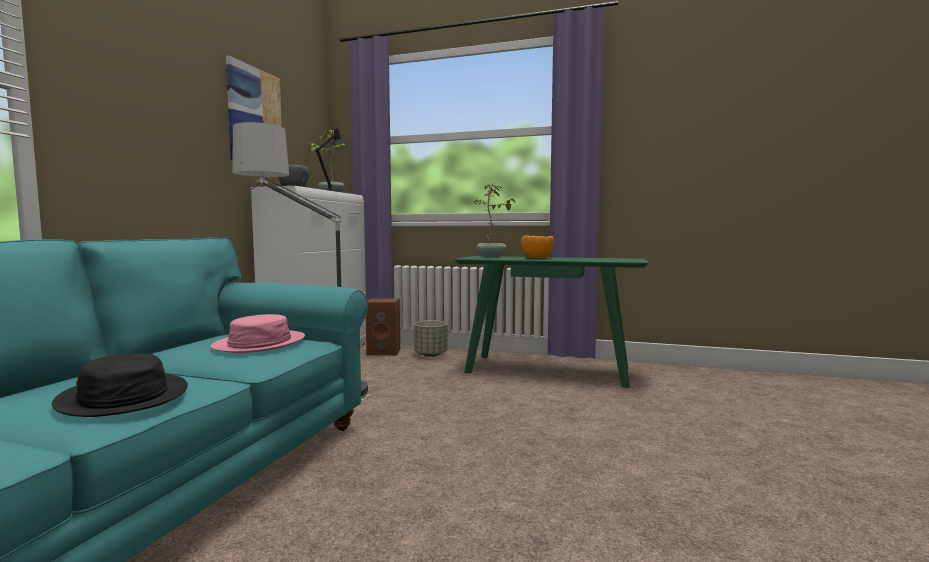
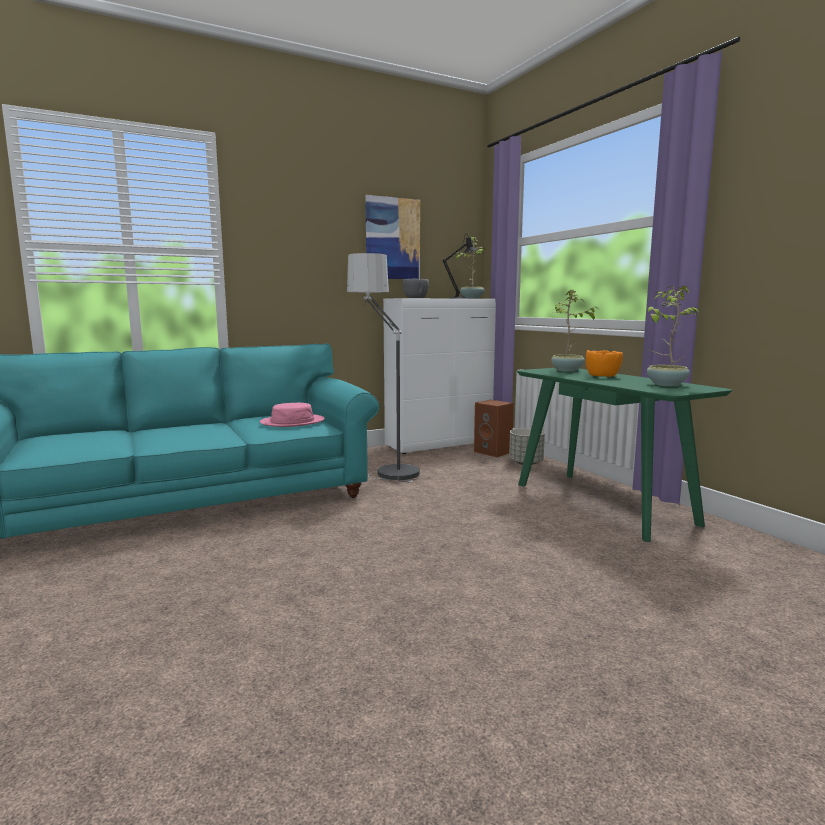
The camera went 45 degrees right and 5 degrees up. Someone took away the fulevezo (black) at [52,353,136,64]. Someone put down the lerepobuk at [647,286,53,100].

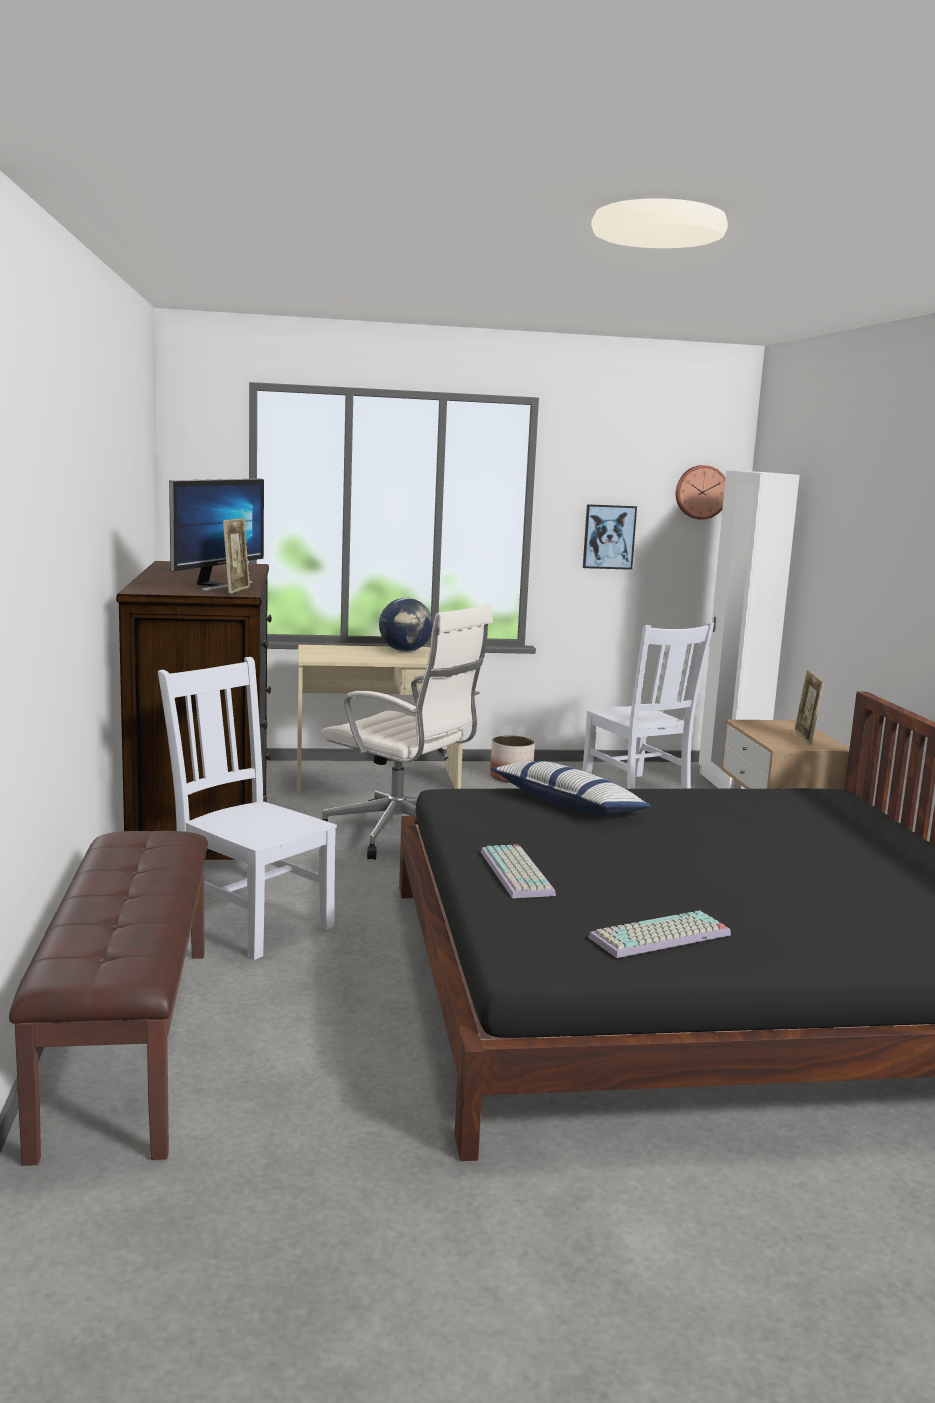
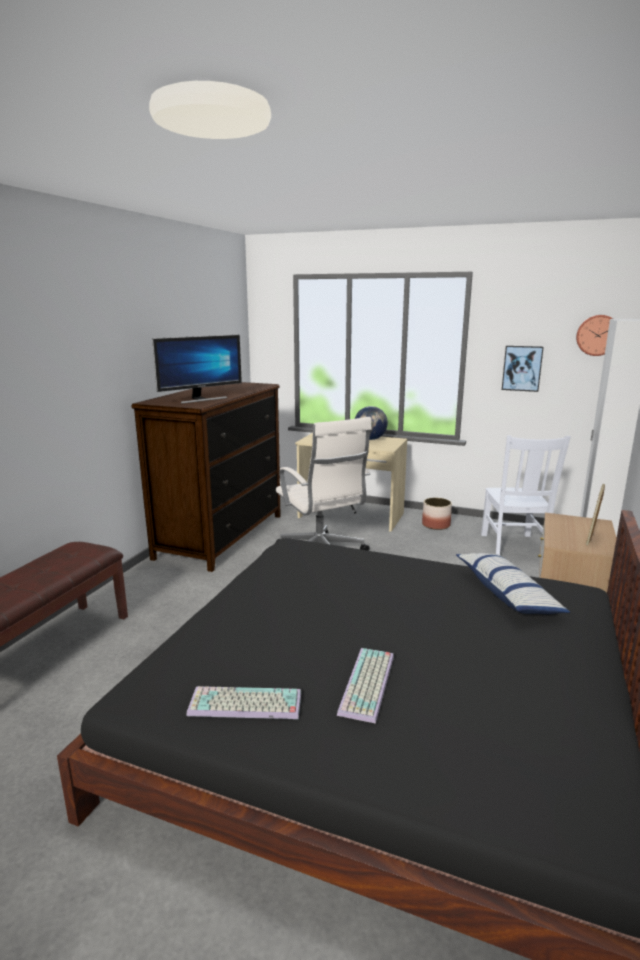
The camera went 30 degrees right and 5 degrees up. Someone took away the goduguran at [223,518,27,76]. Someone took away the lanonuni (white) at [158,657,179,303]. Someone carried the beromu from [491,761,160,55] to [456,553,114,61]. Someone carried the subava from [481,844,75,54] to [337,648,57,76].

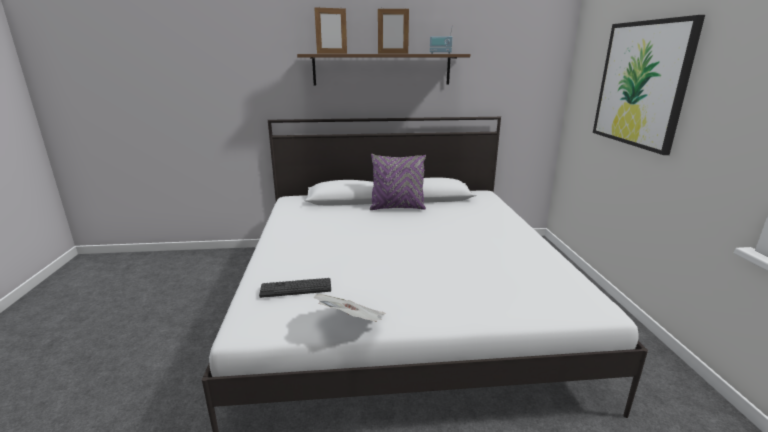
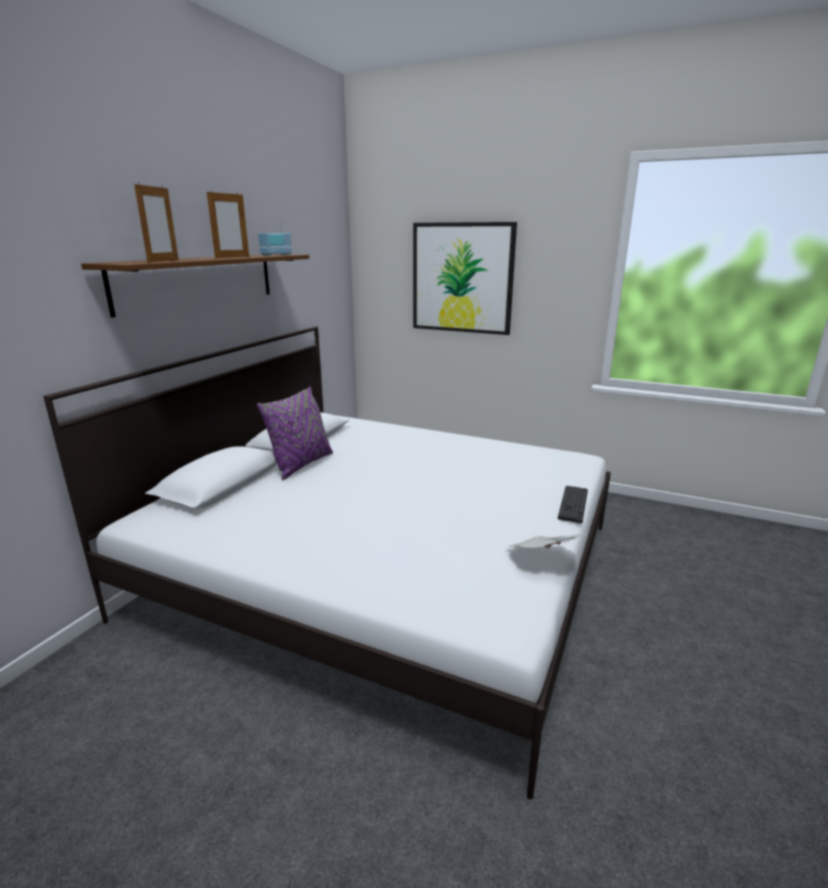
The camera went 60 degrees left and 0 degrees up. Someone carried the subava from [259,278,72,20] to [558,486,30,37].

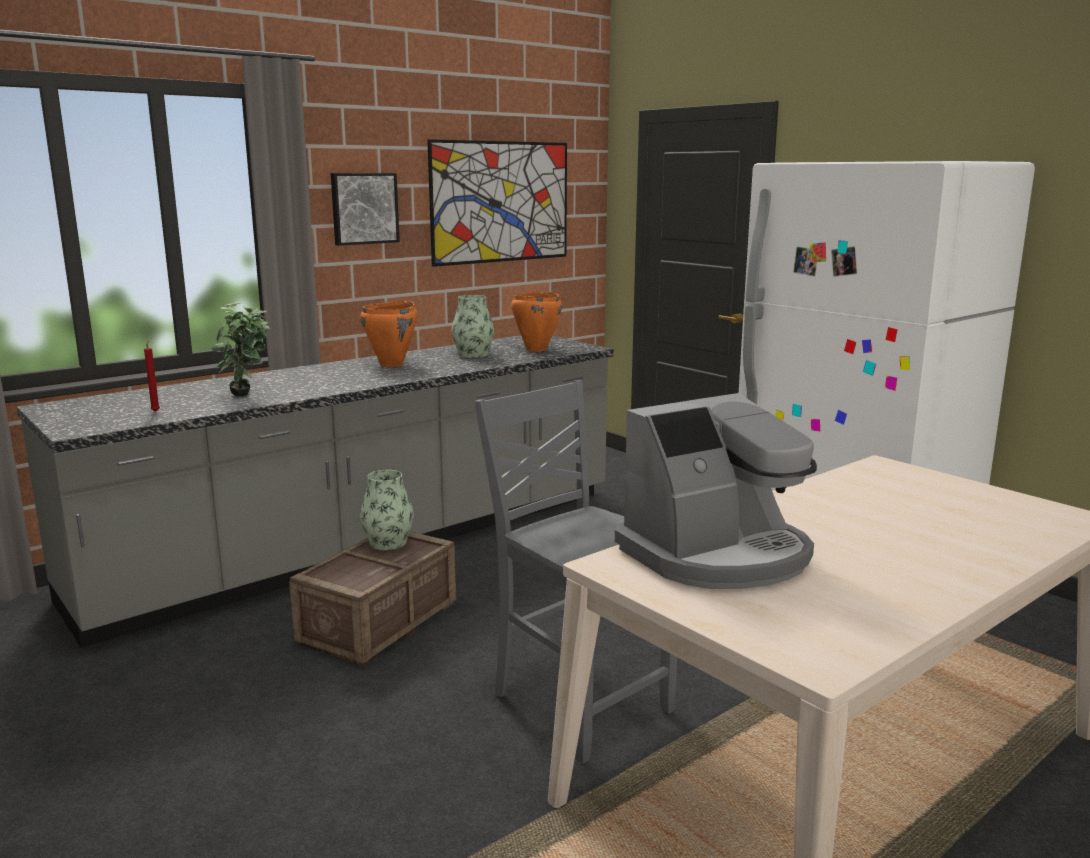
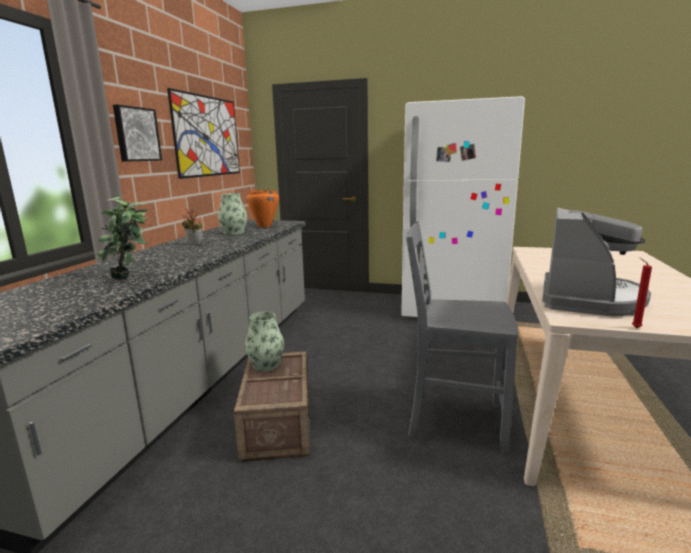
The camera went 35 degrees left and 0 degrees up. Someone swapped the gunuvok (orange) at [360,301,58,66] for the lerepobuk at [182,209,20,36]. Someone carried the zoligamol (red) from [144,340,16,72] to [632,258,20,70].

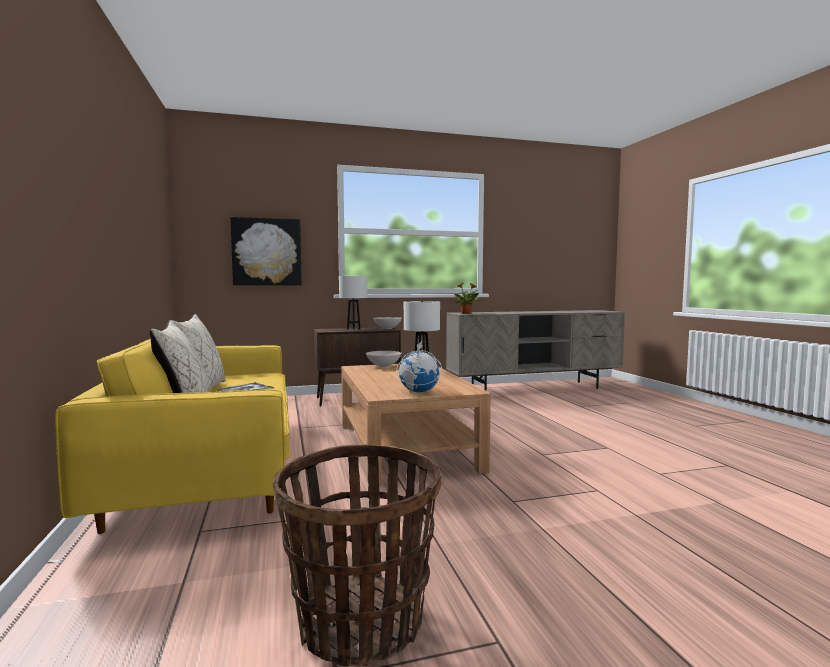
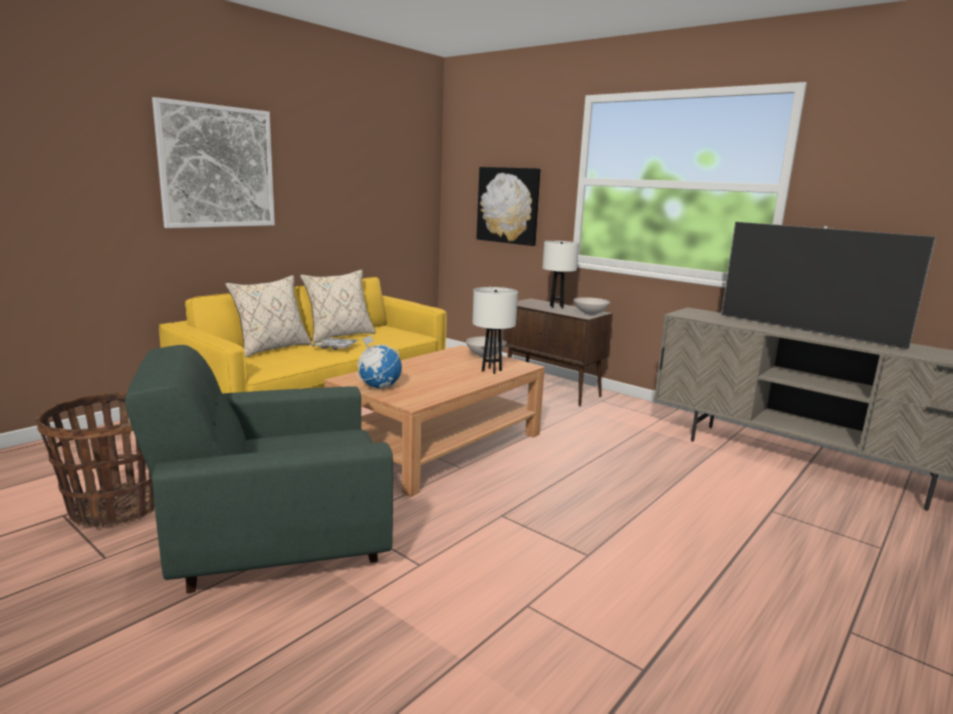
The camera went 55 degrees right and 10 degrees up. Someone took away the lerepobuk at [455,282,24,32]. Someone put up the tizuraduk at [152,97,123,131]. Someone put down the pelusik at [721,222,215,127]. Someone put down the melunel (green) at [125,345,268,249].

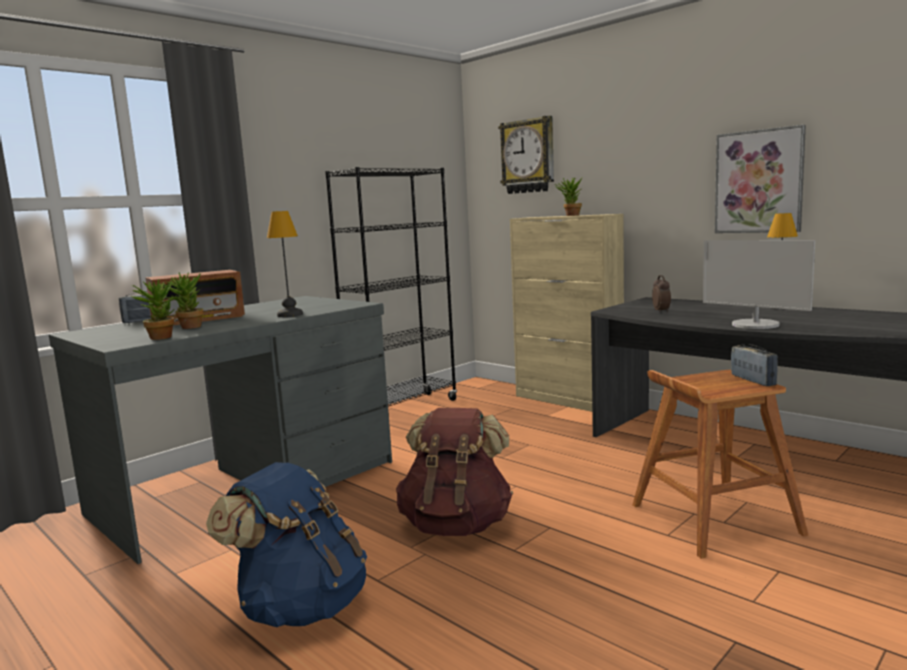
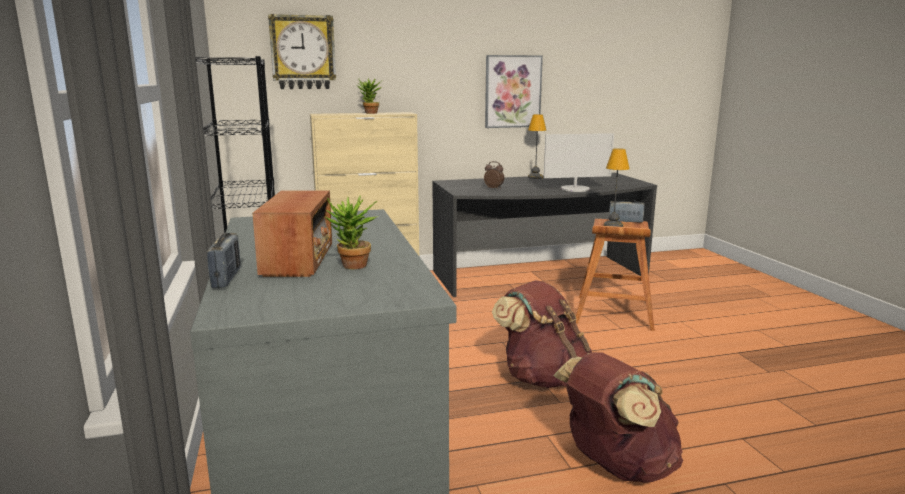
The camera went 60 degrees left and 5 degrees up. Someone carried the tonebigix from [267,211,36,106] to [604,148,26,79]. Someone took away the lerepobuk at [130,278,47,62]. Someone repainted the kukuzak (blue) at [206,462,161,165], which became the kukuzak (brown) at [553,352,130,131].

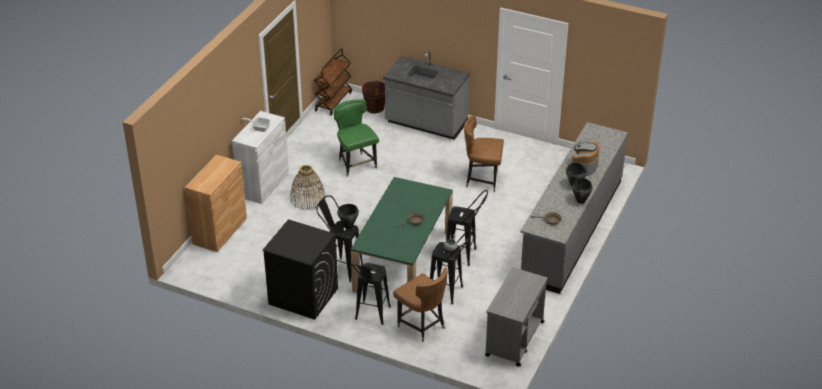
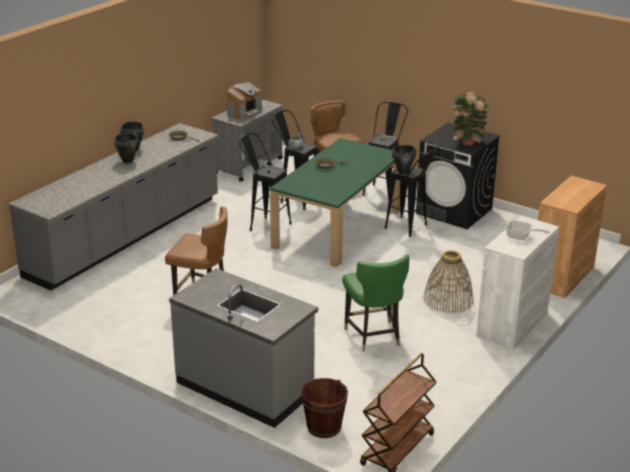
The camera went 170 degrees left and 10 degrees down. Someone carried the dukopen from [571,139,29,37] to [227,82,35,38]. Someone put down the lerepobuk at [452,92,37,54].

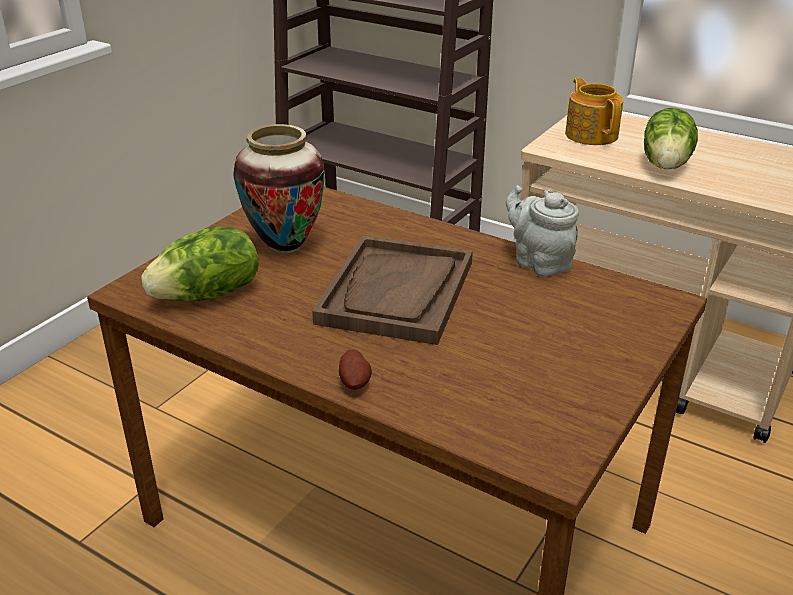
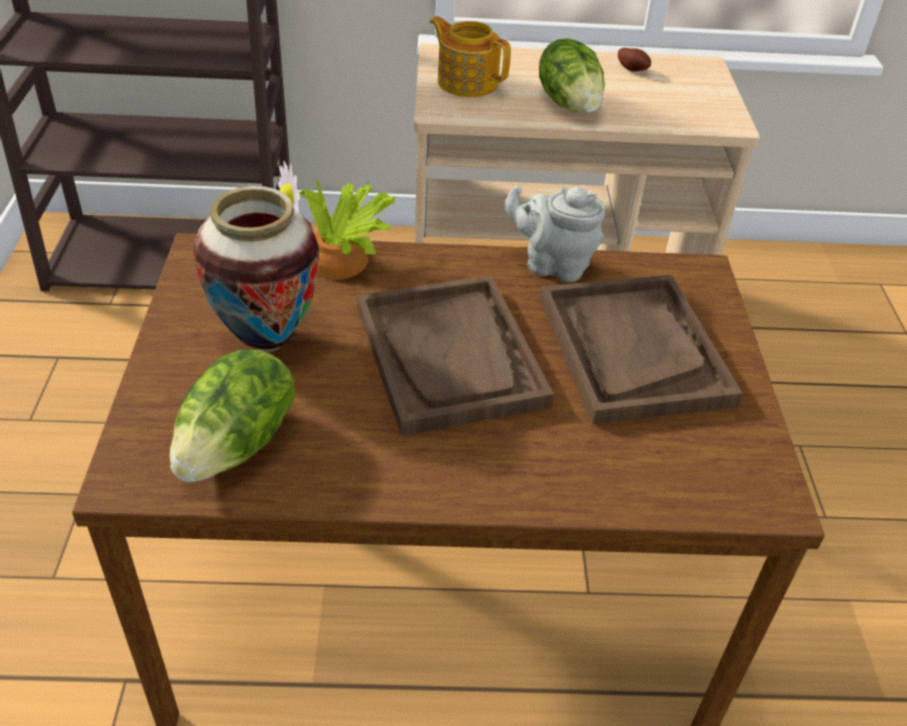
The camera went 35 degrees left and 10 degrees up. Someone carried the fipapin from [339,349,33,41] to [618,48,33,24]. Someone put down the lerepobuk at [278,161,118,118]. Someone put down the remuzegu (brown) at [540,275,203,149].

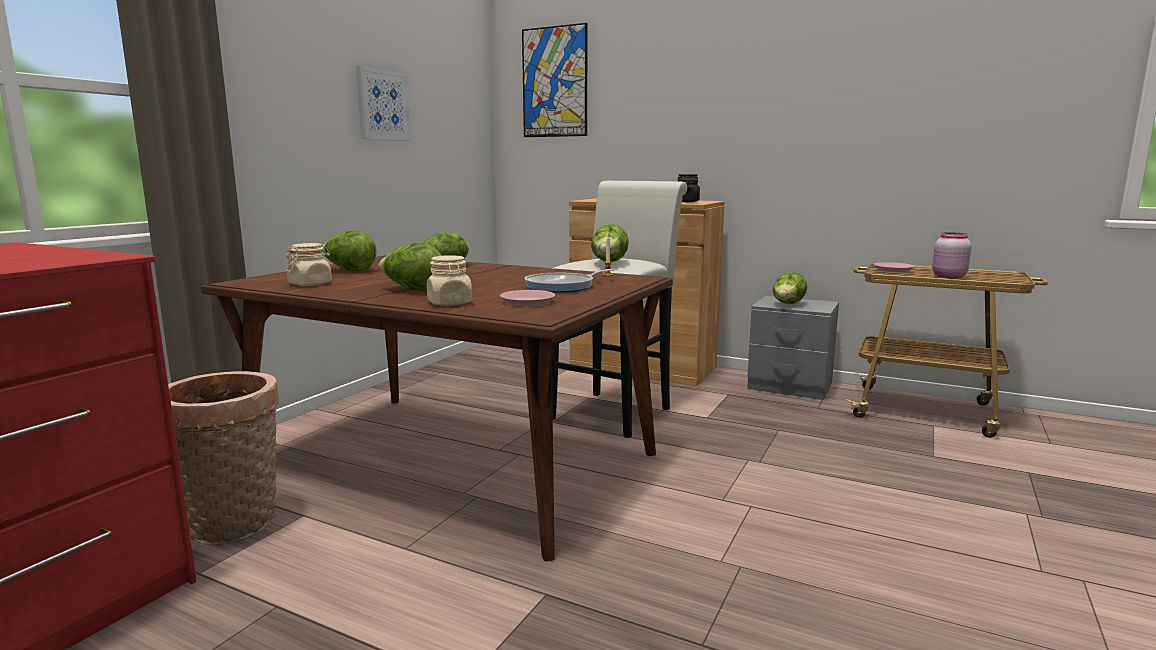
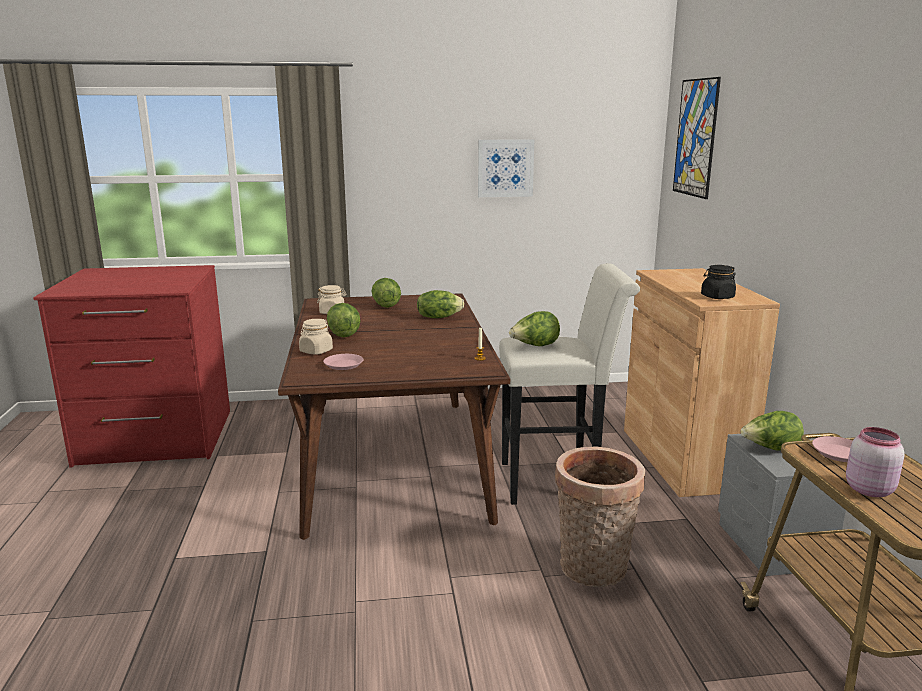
The camera went 55 degrees right and 5 degrees up. Someone took away the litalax at [524,269,90,24]. Someone carried the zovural from [168,371,111,173] to [555,447,90,140].

